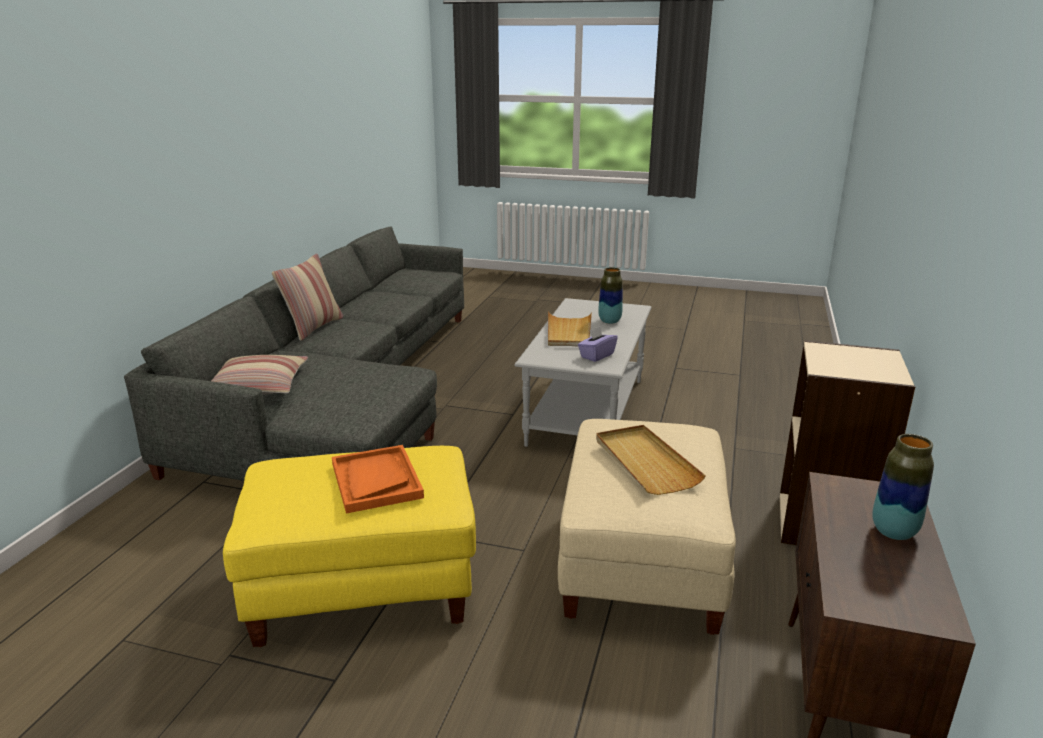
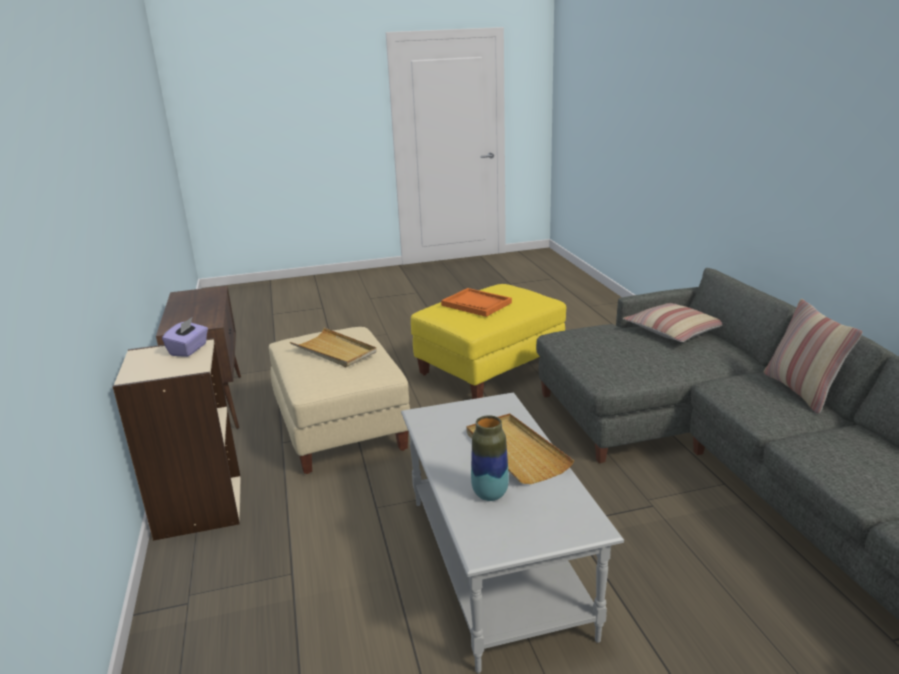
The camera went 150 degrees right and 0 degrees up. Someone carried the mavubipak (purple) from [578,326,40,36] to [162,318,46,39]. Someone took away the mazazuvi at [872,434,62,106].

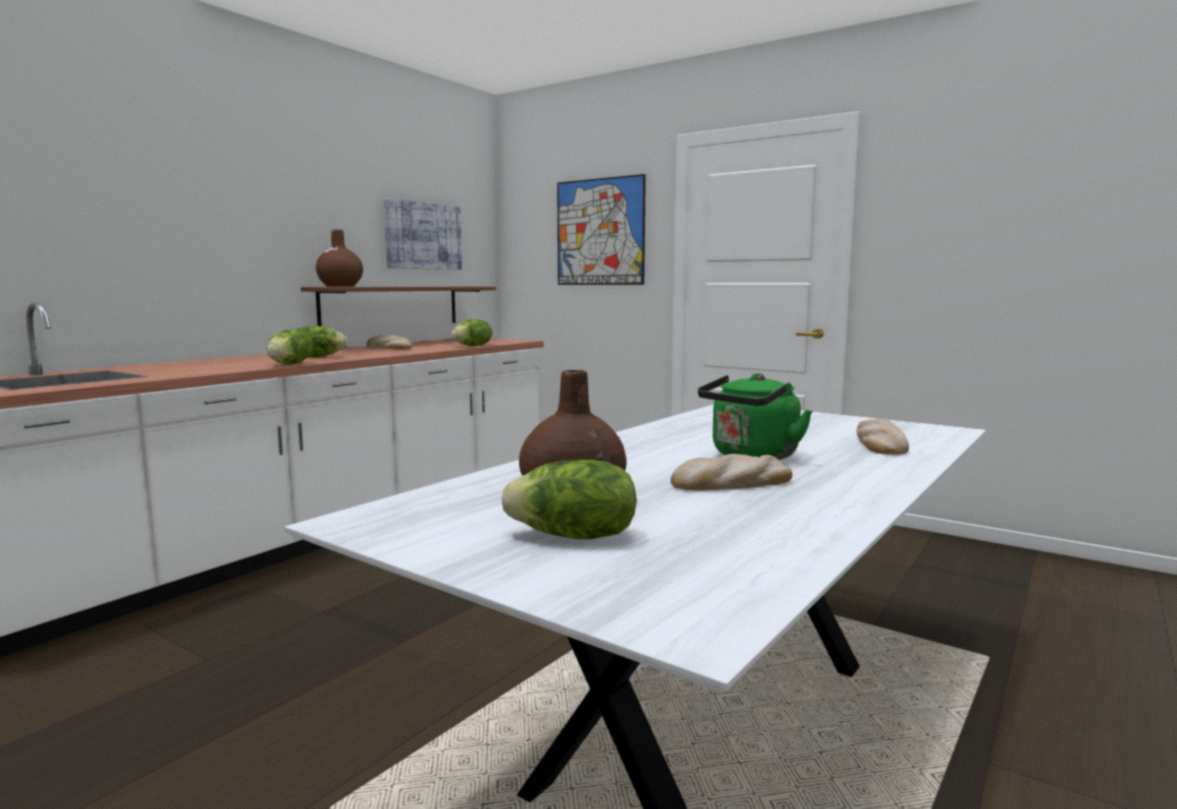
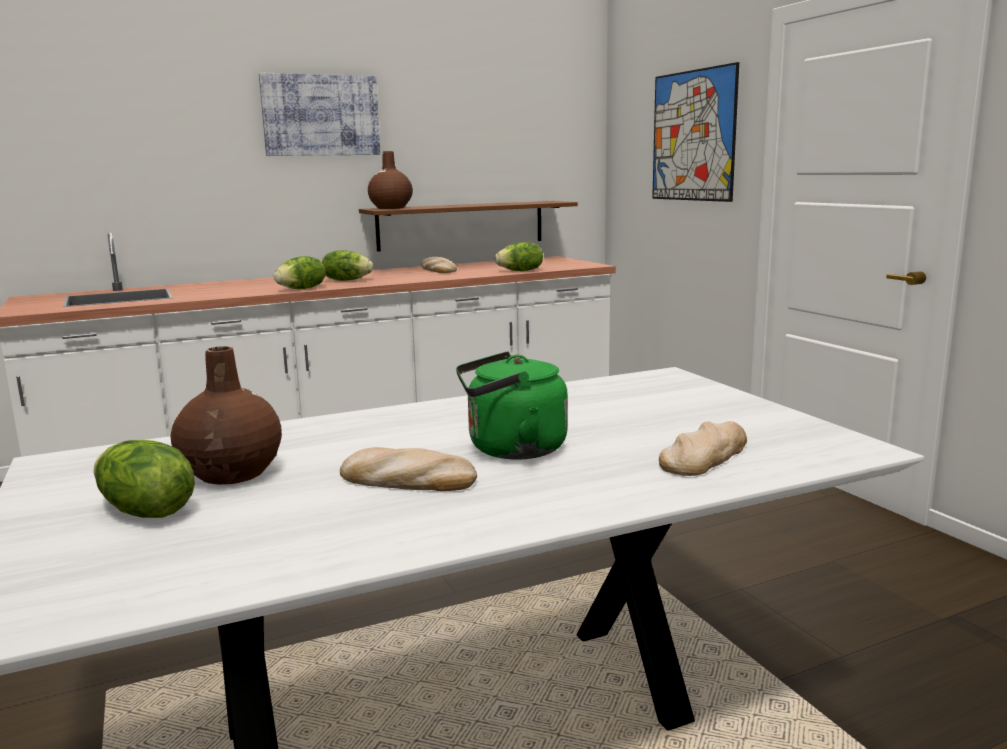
The camera went 30 degrees right and 5 degrees up. Someone carried the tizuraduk from [384,198,78,72] to [259,73,121,83].

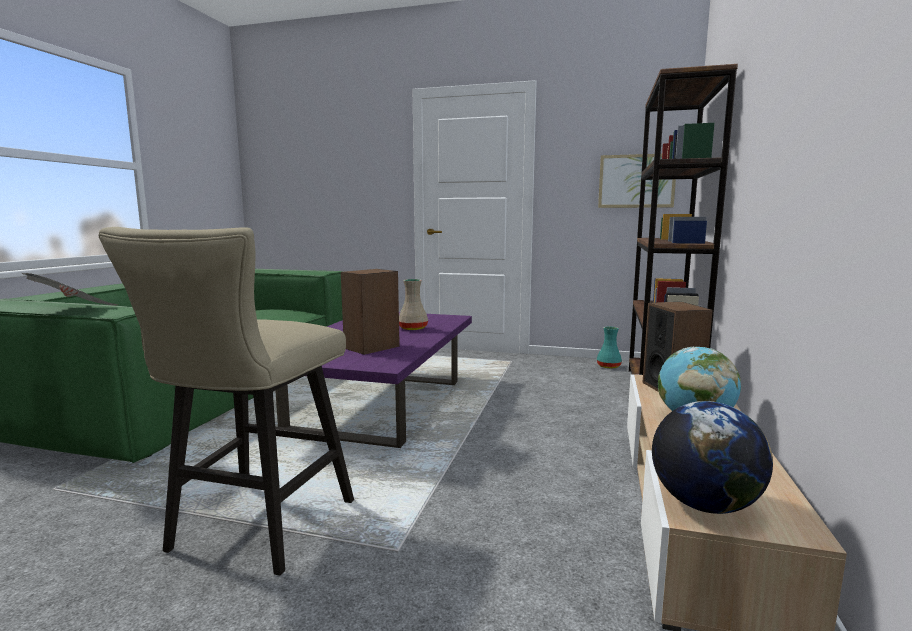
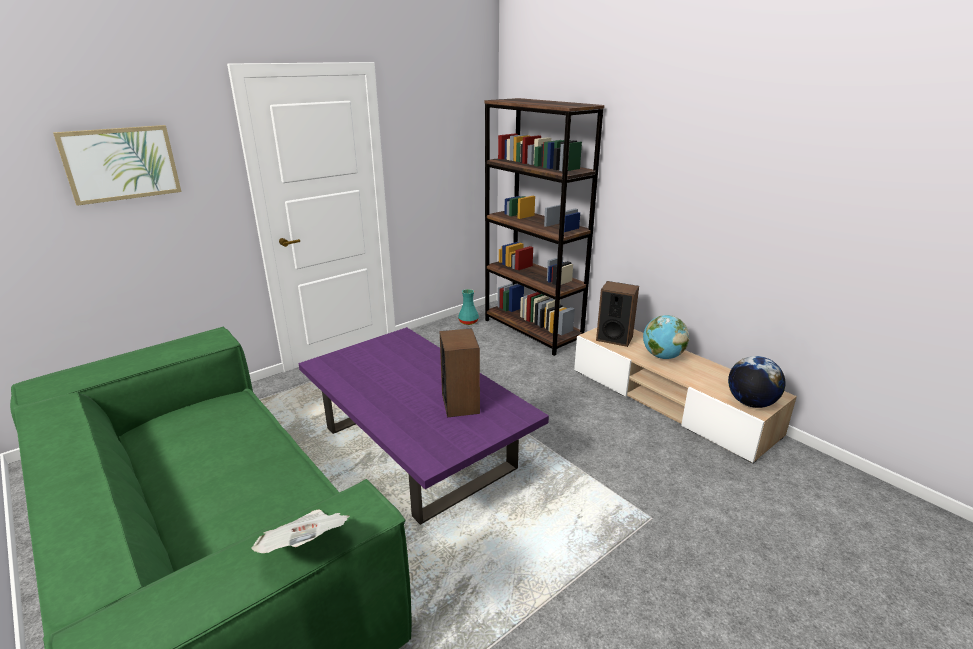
The camera went 55 degrees left and 15 degrees up. Someone carried the tizuraduk from [598,154,78,54] to [53,125,128,81]. Someone took away the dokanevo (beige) at [98,227,256,349]. Someone took away the mazazuvi (beige) at [399,279,29,51].

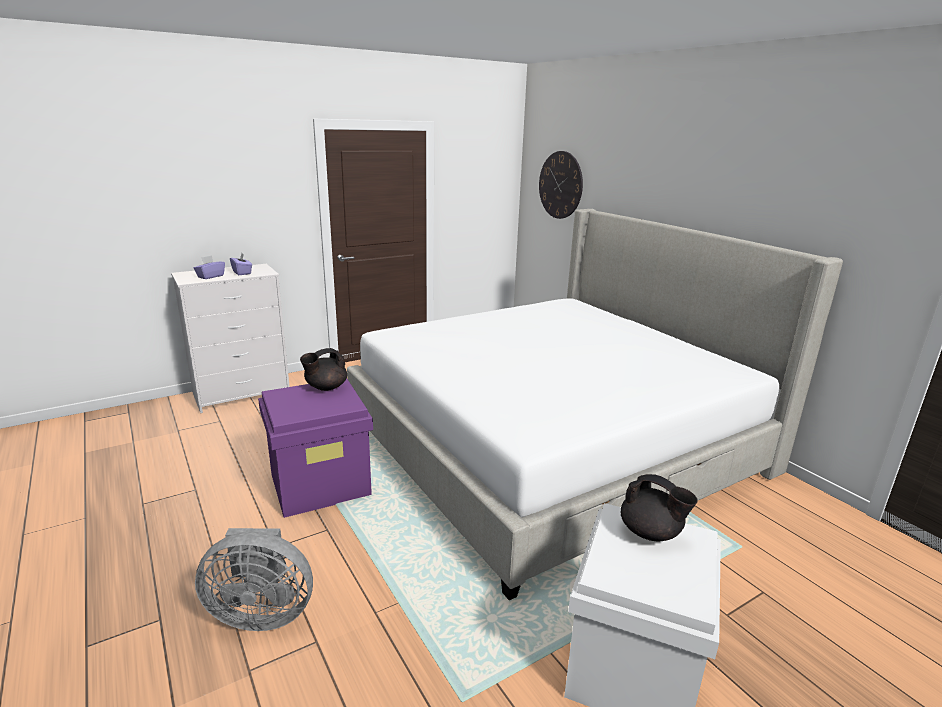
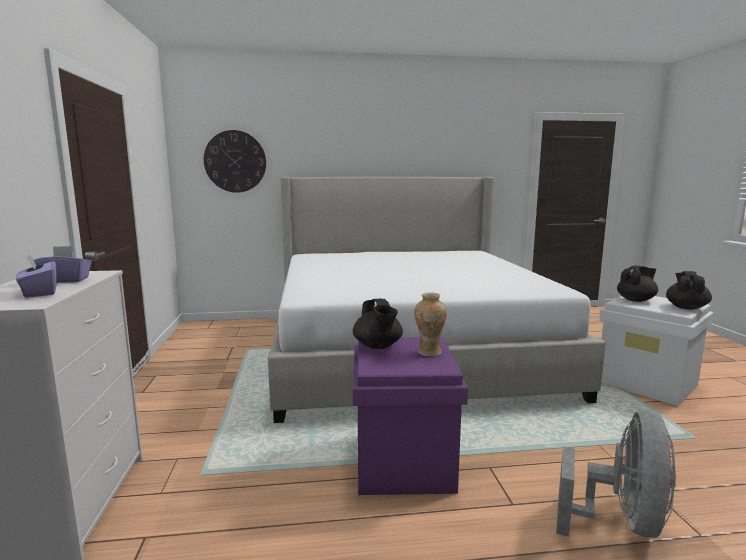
The camera went 65 degrees left and 10 degrees down. Someone put down the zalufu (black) at [666,271,46,39]. Someone put down the mazazuvi at [414,292,33,64].

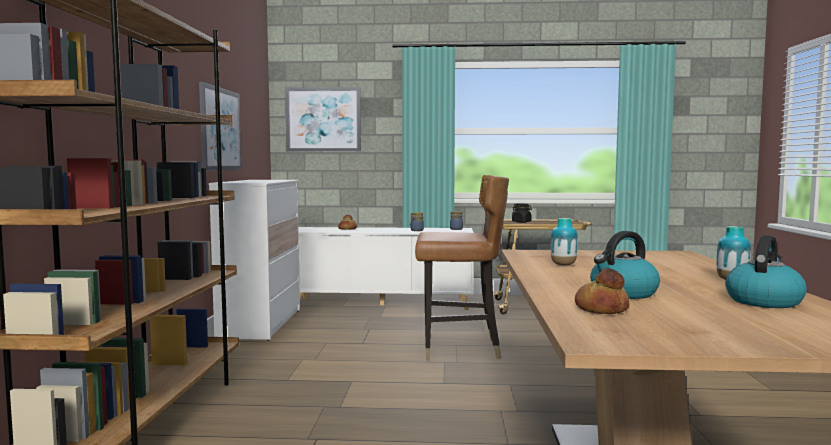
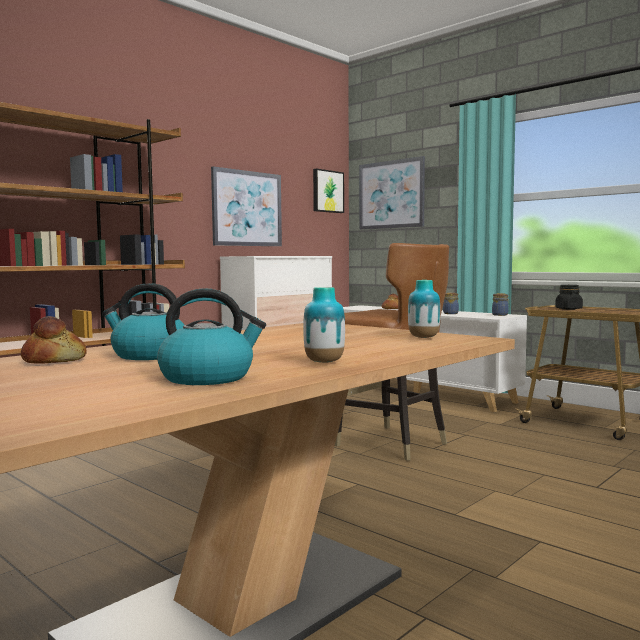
The camera went 40 degrees right and 0 degrees up. Someone carried the mazazuvi from [551,218,27,48] to [408,280,32,58]. Someone put up the tizuraduk at [313,168,31,45].

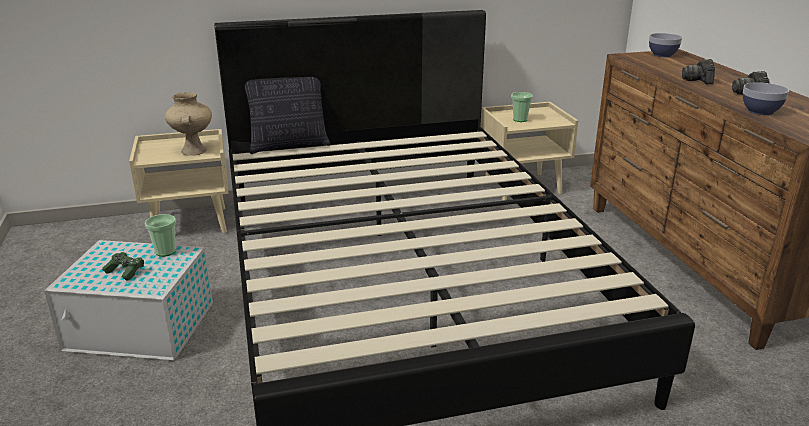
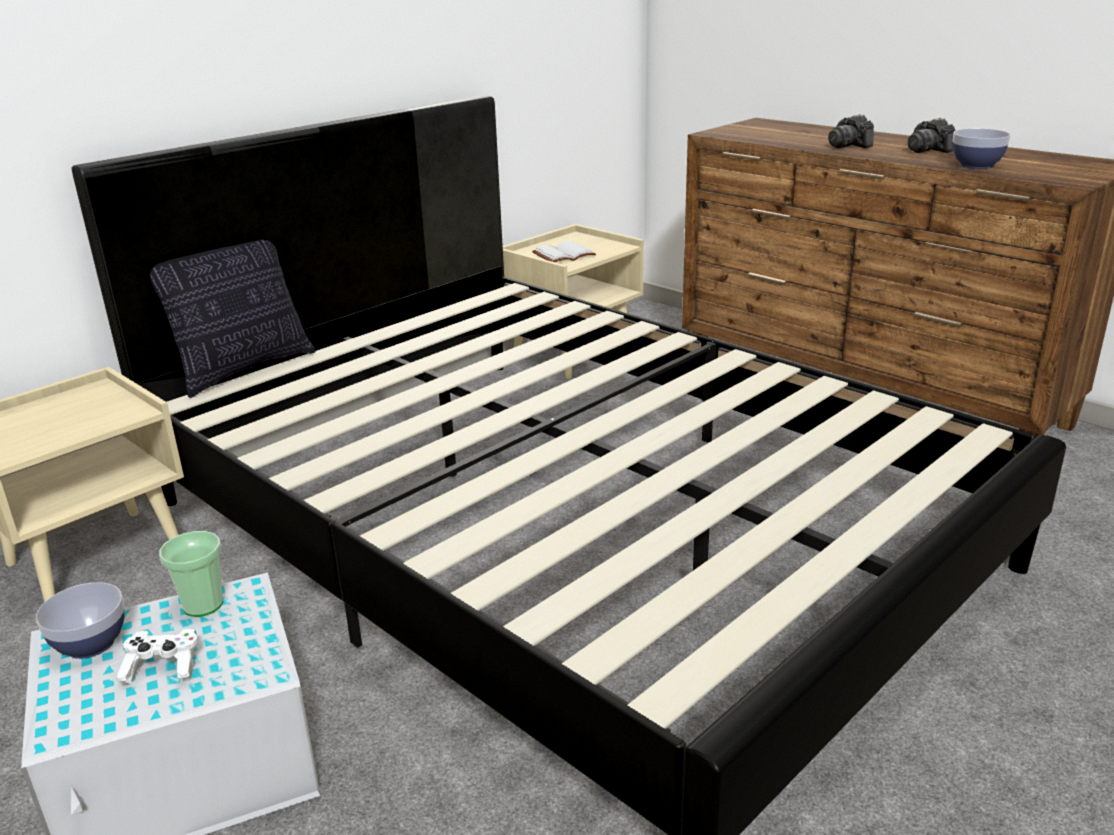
The camera went 30 degrees left and 0 degrees up. Someone carried the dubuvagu from [649,33,33,24] to [36,582,88,77]. Someone took away the mazazuvi (beige) at [165,92,47,64]. Someone swapped the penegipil at [511,92,22,30] for the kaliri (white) at [532,241,64,21]. Someone repainted the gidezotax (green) at [102,252,42,29], which became the gidezotax (white) at [117,629,81,55].

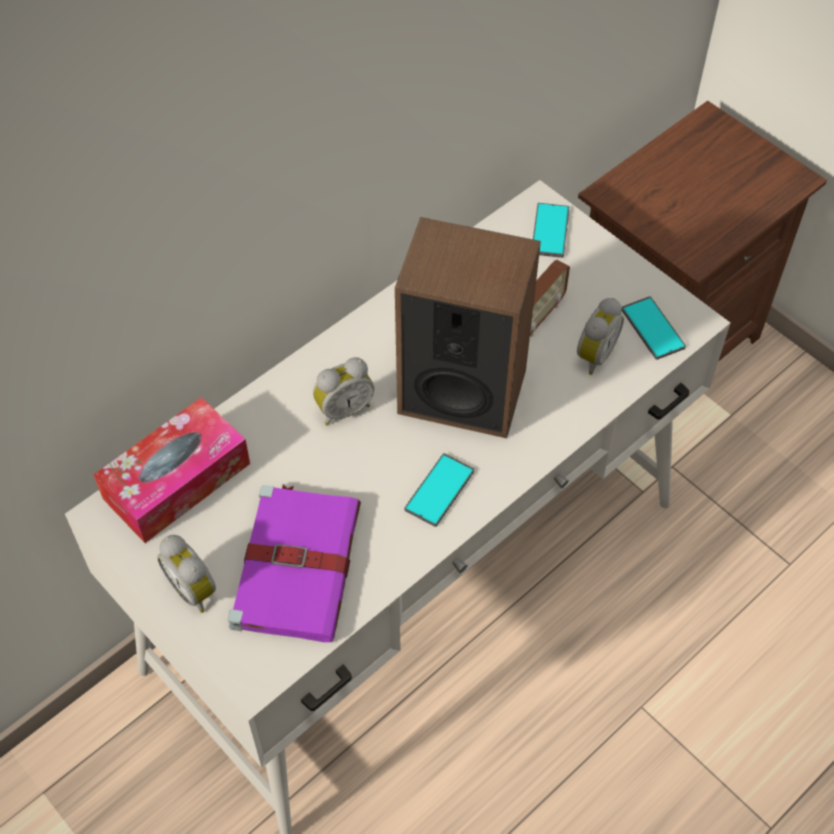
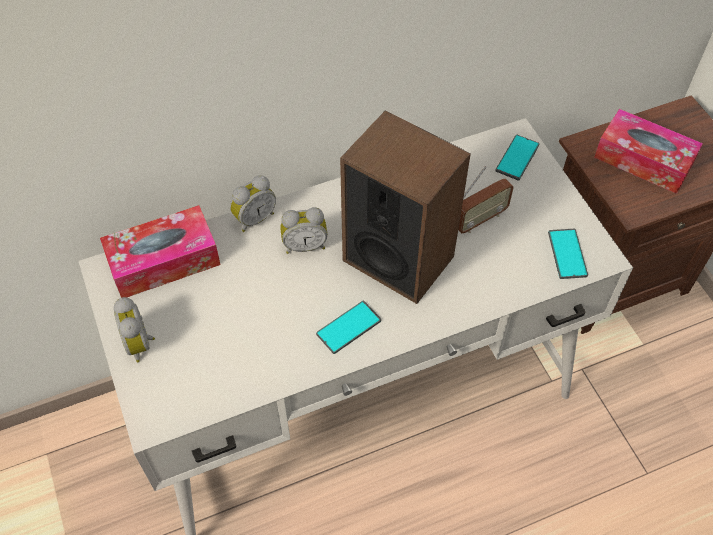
The camera went 20 degrees right and 0 degrees up. Someone carried the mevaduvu from [577,298,47,77] to [230,175,46,57]. Someone took away the kaliri (purple) at [228,484,133,158]. Someone put down the mavubipak at [594,109,109,85].

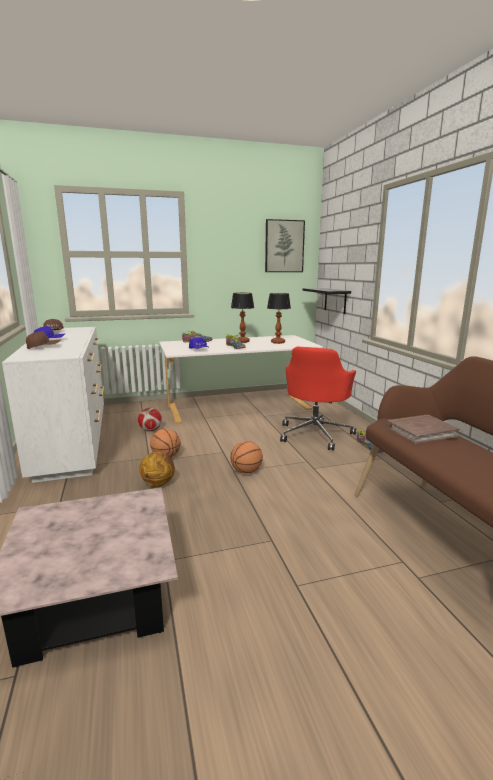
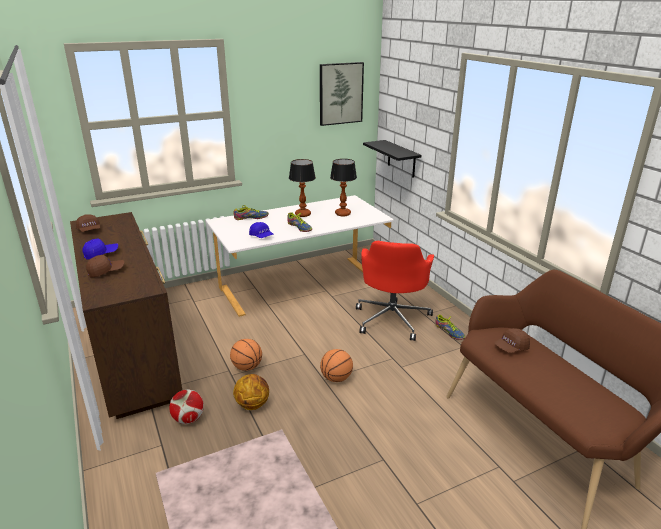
The camera went 10 degrees left and 10 degrees up. Someone repainted the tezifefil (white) at [2,327,102,156], which became the tezifefil (brown) at [70,212,112,207]. Someone carried the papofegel from [138,408,24,23] to [169,390,35,34]. Someone swapped the kaliri (brown) at [386,415,74,29] for the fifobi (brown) at [494,328,36,25].

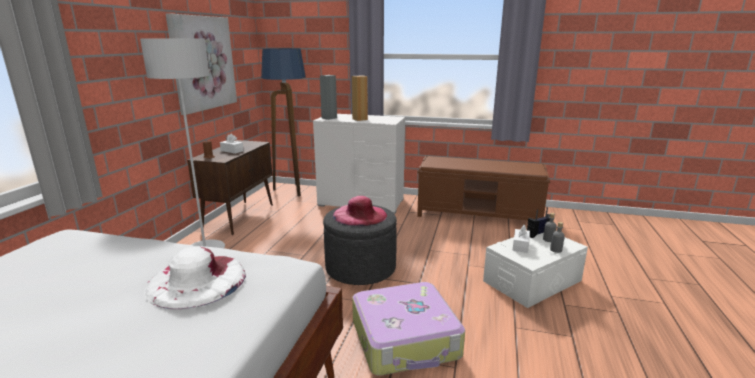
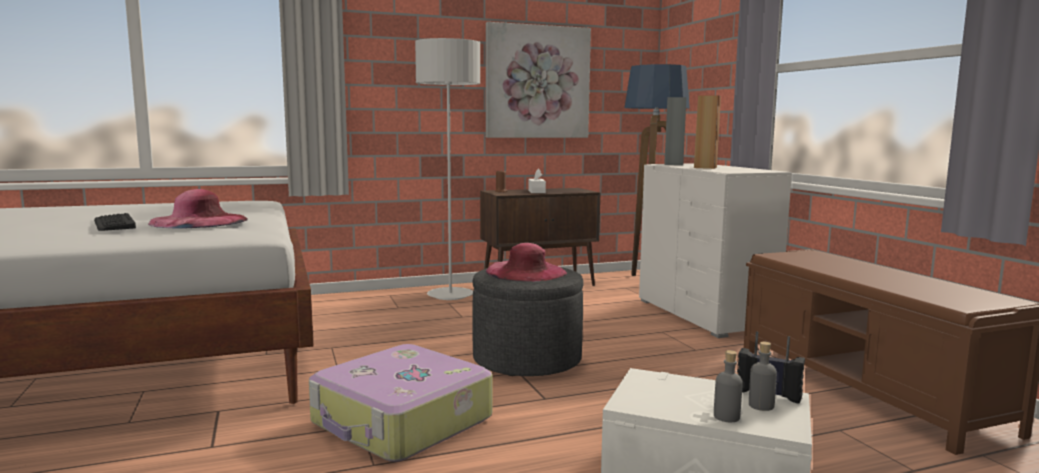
The camera went 55 degrees right and 10 degrees down. Someone took away the mavubipak (white) at [513,225,17,28]. Someone repainted the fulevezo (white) at [144,246,102,63], which became the fulevezo (pink) at [148,189,100,39]. Someone put down the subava at [94,213,42,18].

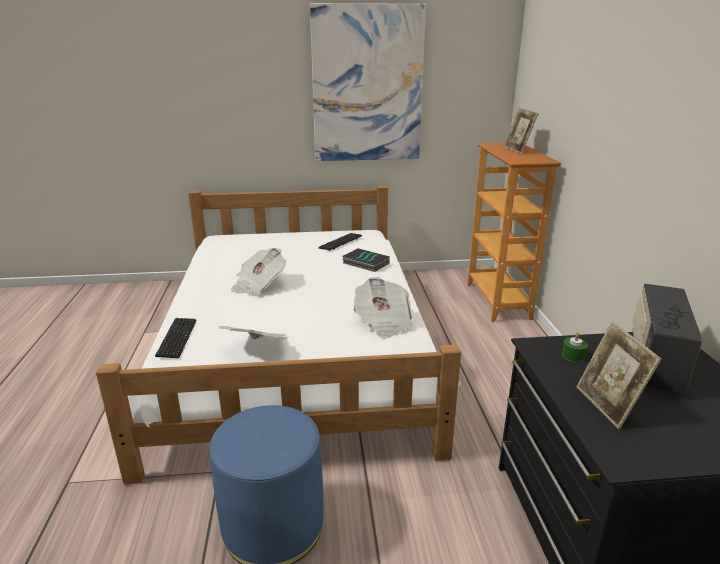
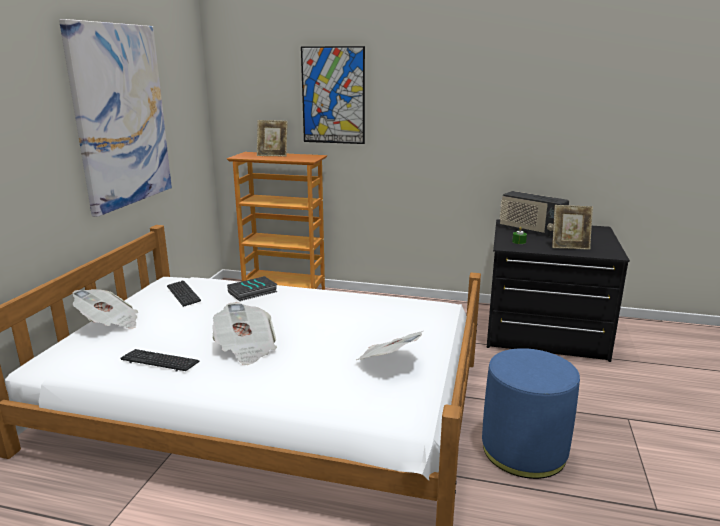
The camera went 70 degrees left and 5 degrees down. Someone carried the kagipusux from [353,277,60,62] to [72,289,66,40]. Someone carried the subava from [155,318,42,40] to [120,349,79,23]. Someone put up the tizuraduk at [301,46,64,98].

